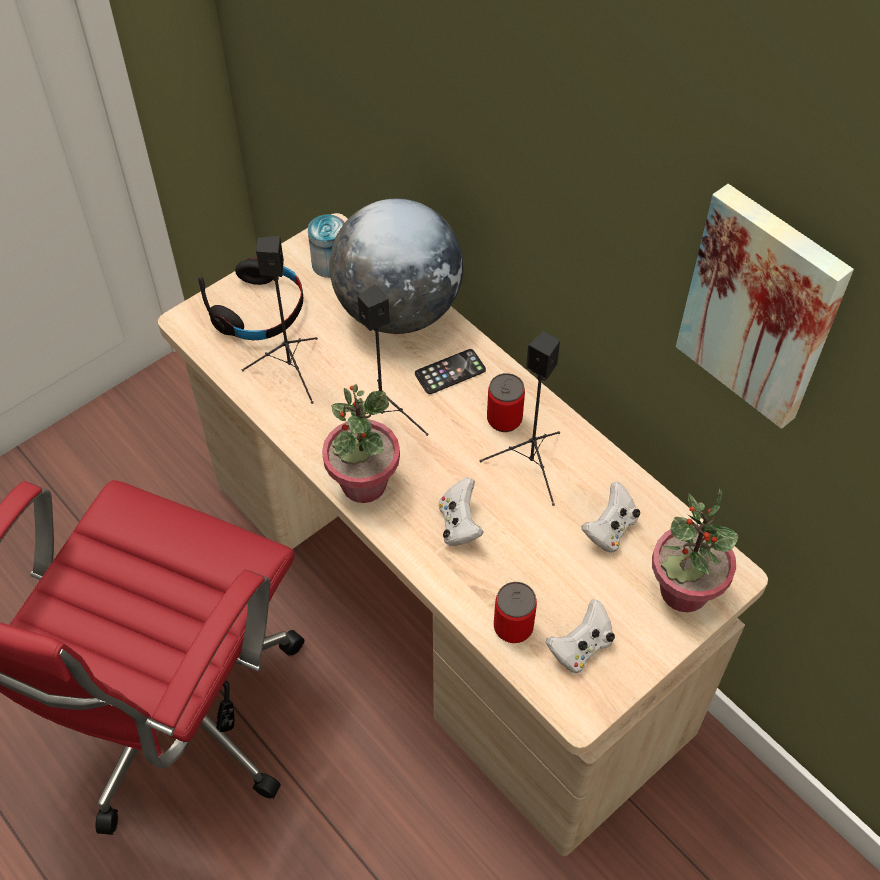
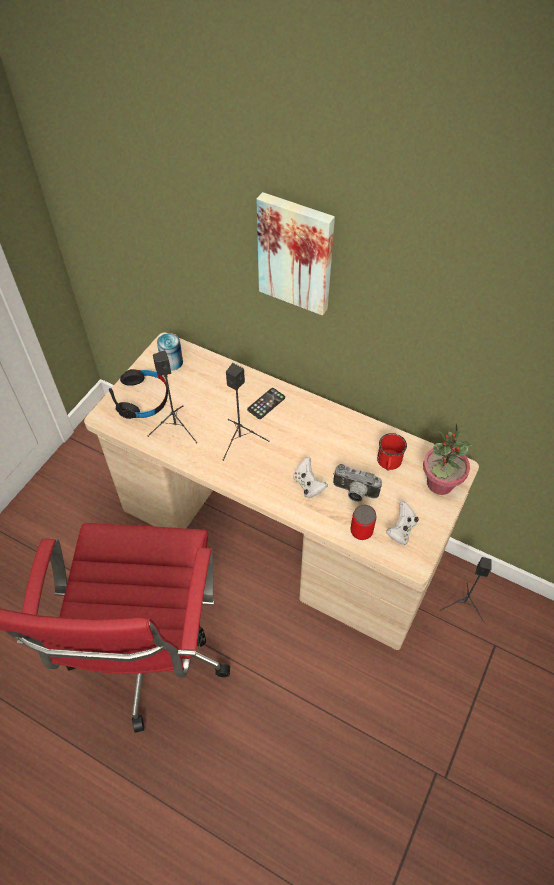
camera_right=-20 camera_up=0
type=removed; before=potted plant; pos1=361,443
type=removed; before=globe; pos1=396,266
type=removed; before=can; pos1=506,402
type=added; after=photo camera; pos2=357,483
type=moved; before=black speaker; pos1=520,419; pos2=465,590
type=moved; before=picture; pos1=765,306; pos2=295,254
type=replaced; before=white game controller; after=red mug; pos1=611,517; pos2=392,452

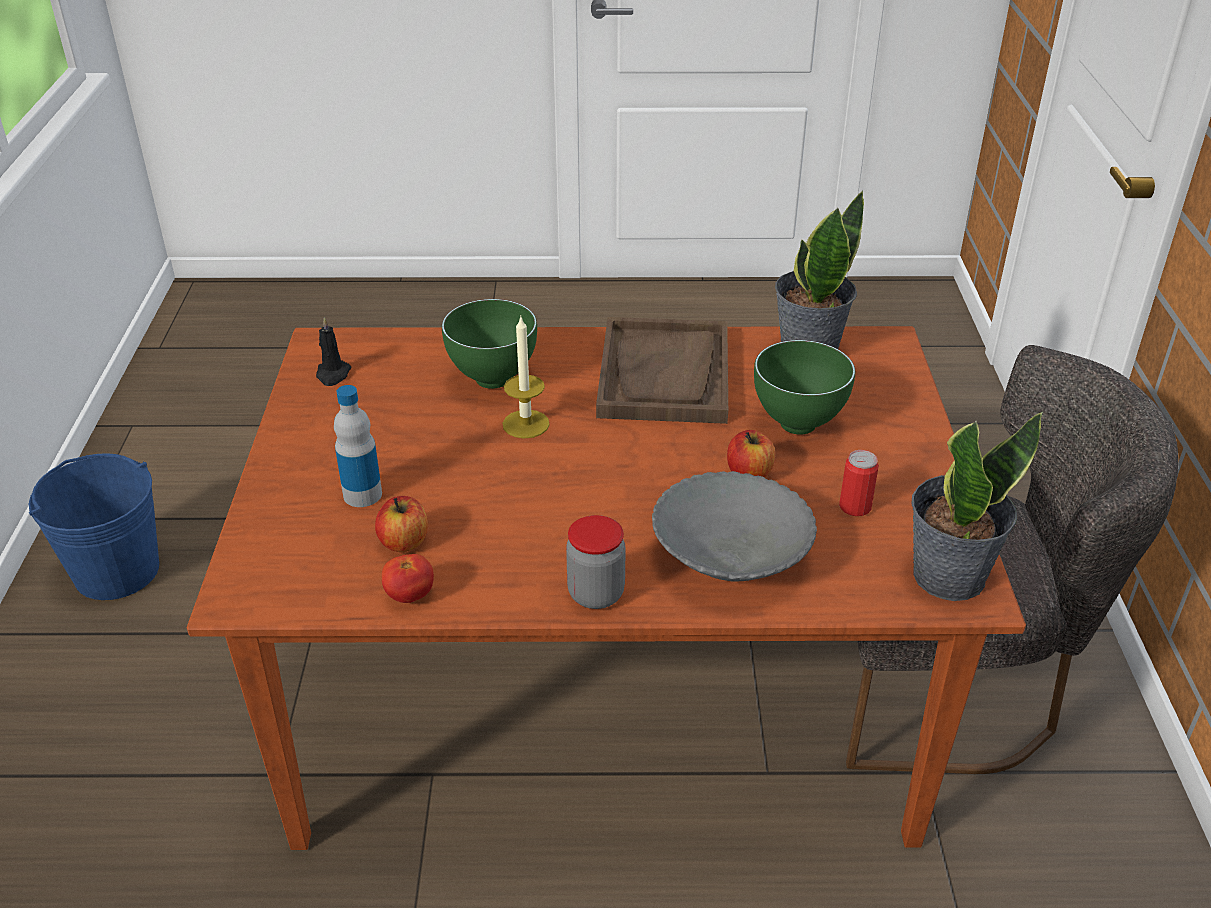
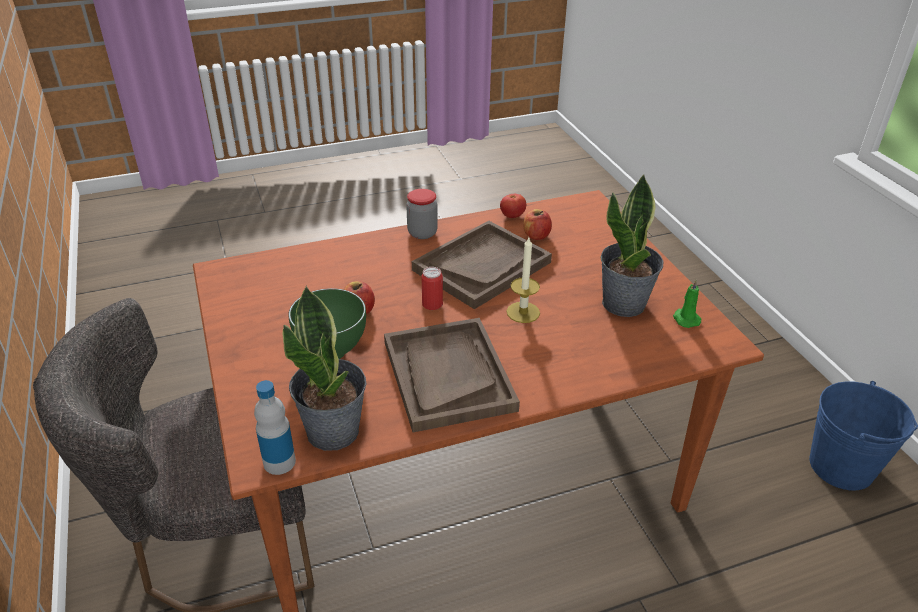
camera_right=160 camera_up=0
type=removed; before=green bowl; pos1=489,344
type=removed; before=grey bowl; pos1=734,526
type=added; after=brown tray; pos2=482,265
type=moved; before=bottle; pos1=358,446; pos2=275,427
type=moved; before=can; pos1=859,483; pos2=432,288
type=moved; before=potted plant; pos1=977,506; pos2=632,246
type=recoloured; before=black candle; after=green candle; pos1=333,351; pos2=687,304

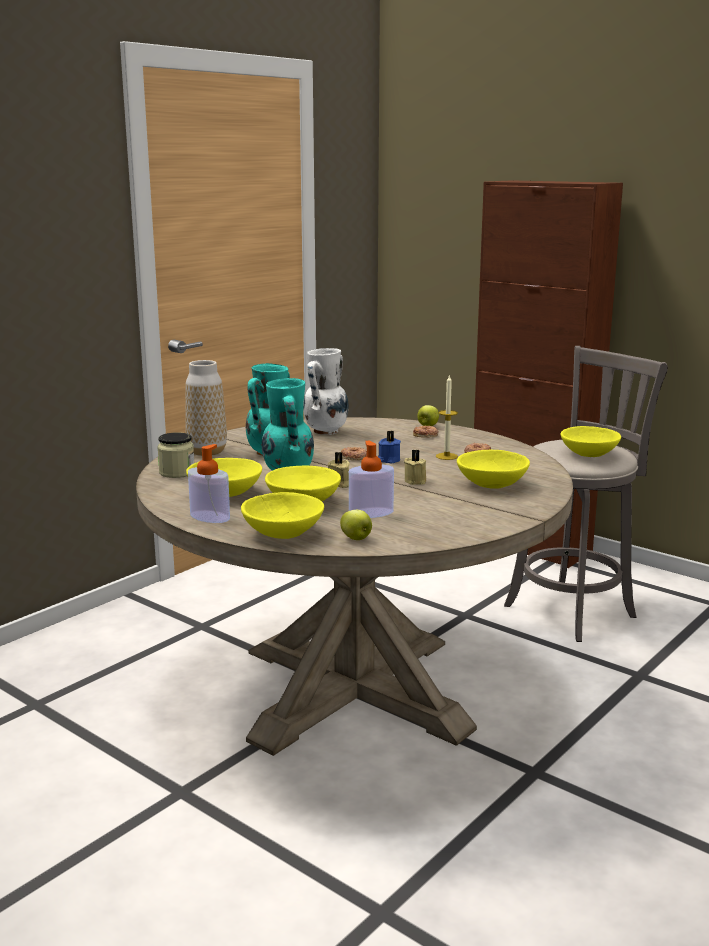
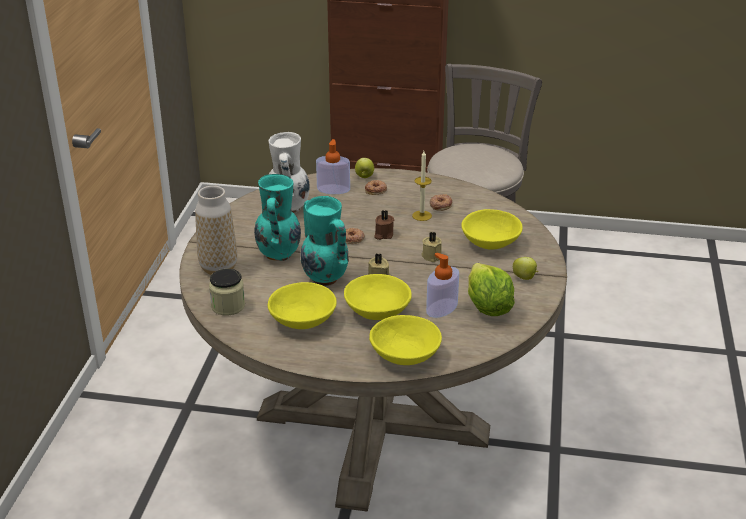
camera_right=-30 camera_up=15
type=removed; before=yellow bowl; pos1=591,441
type=added; after=lettuce; pos2=491,289
type=moved; before=soap dispenser; pos1=209,483; pos2=333,166
type=moved; before=apple; pos1=356,525; pos2=526,268
type=recoloured; before=blue candle; after=brown candle; pos1=389,447; pos2=384,225

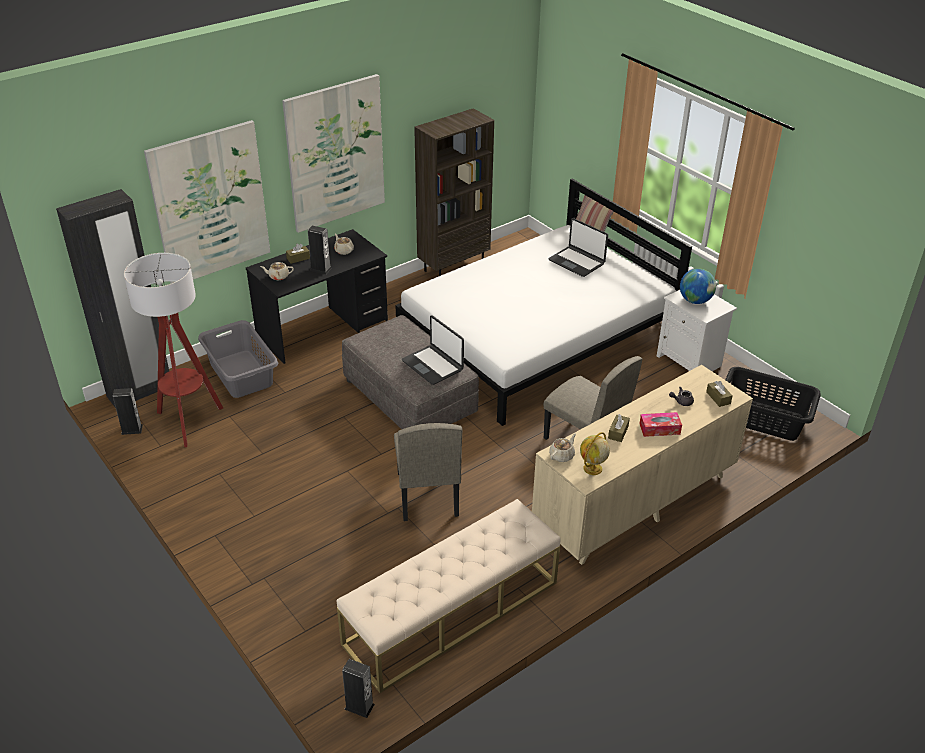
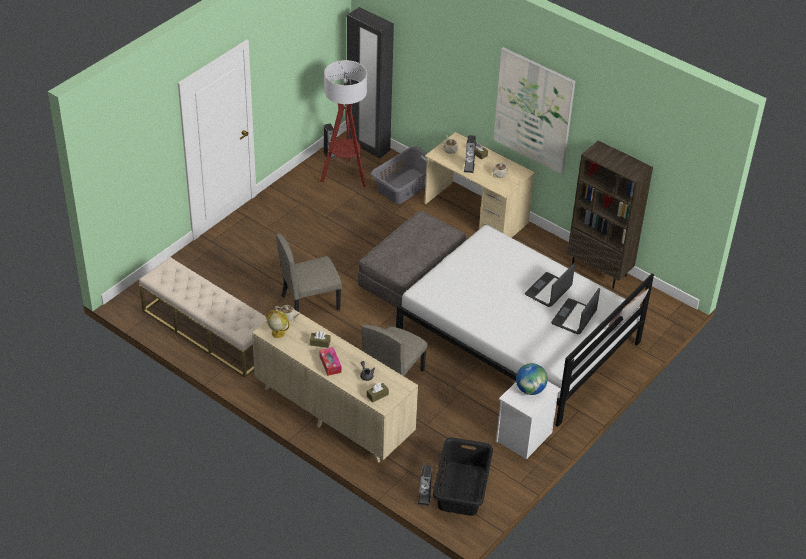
camera_right=75 camera_up=5
type=removed; before=picture; pos1=207,202
type=moved; before=speaker; pos1=358,688; pos2=425,485
type=moved; before=laptop; pos1=433,350; pos2=550,285
type=recoloured; before=black desk; after=beige desk; pos1=317,296; pos2=479,185

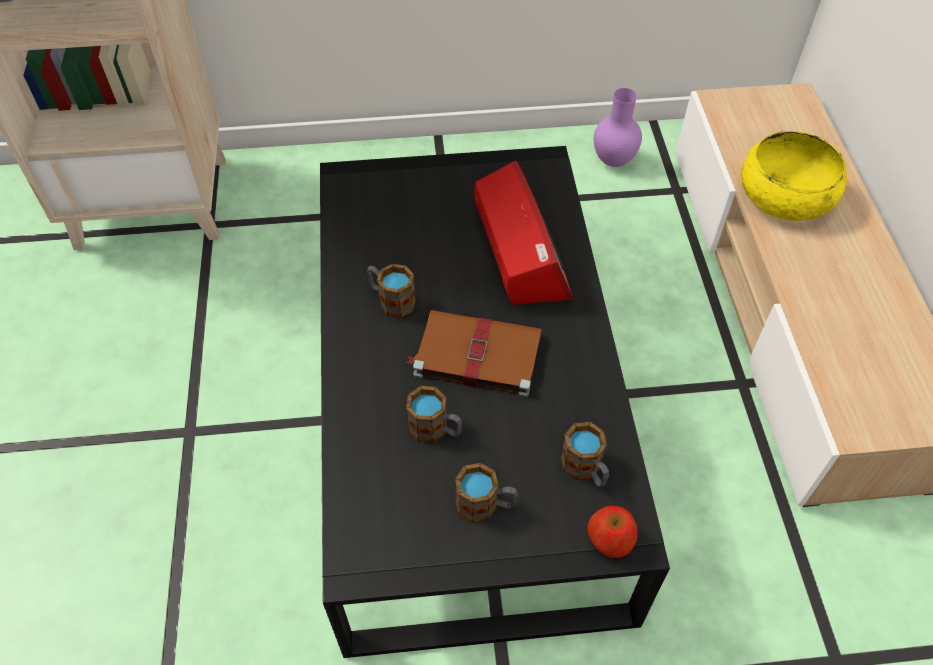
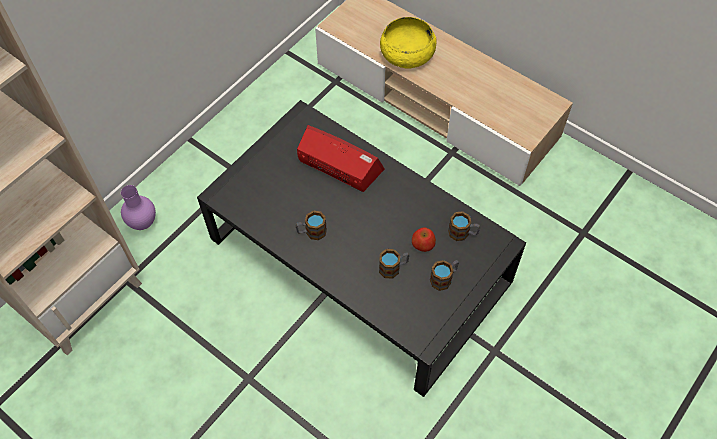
camera_right=-45 camera_up=5
type=removed; before=brown book; pos1=474,353
type=moved; before=apple; pos1=613,532; pos2=424,239
type=moved; before=purple vase; pos1=618,127; pos2=138,207

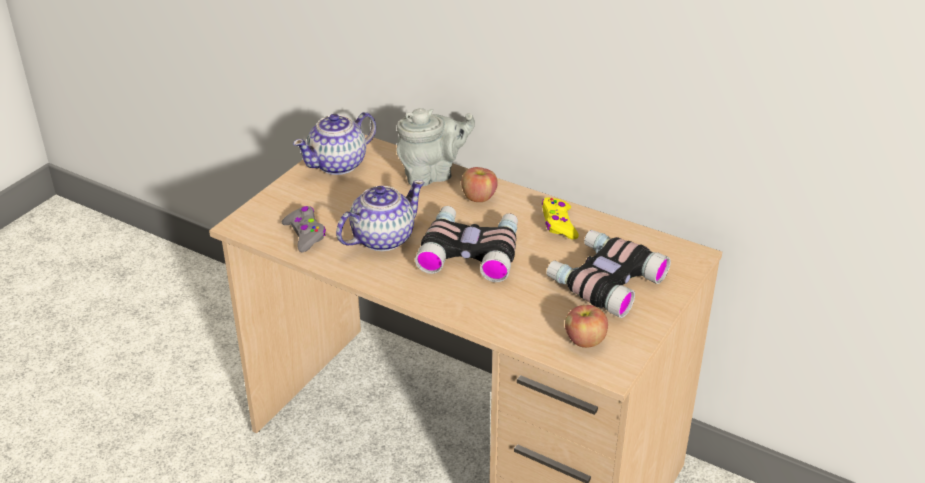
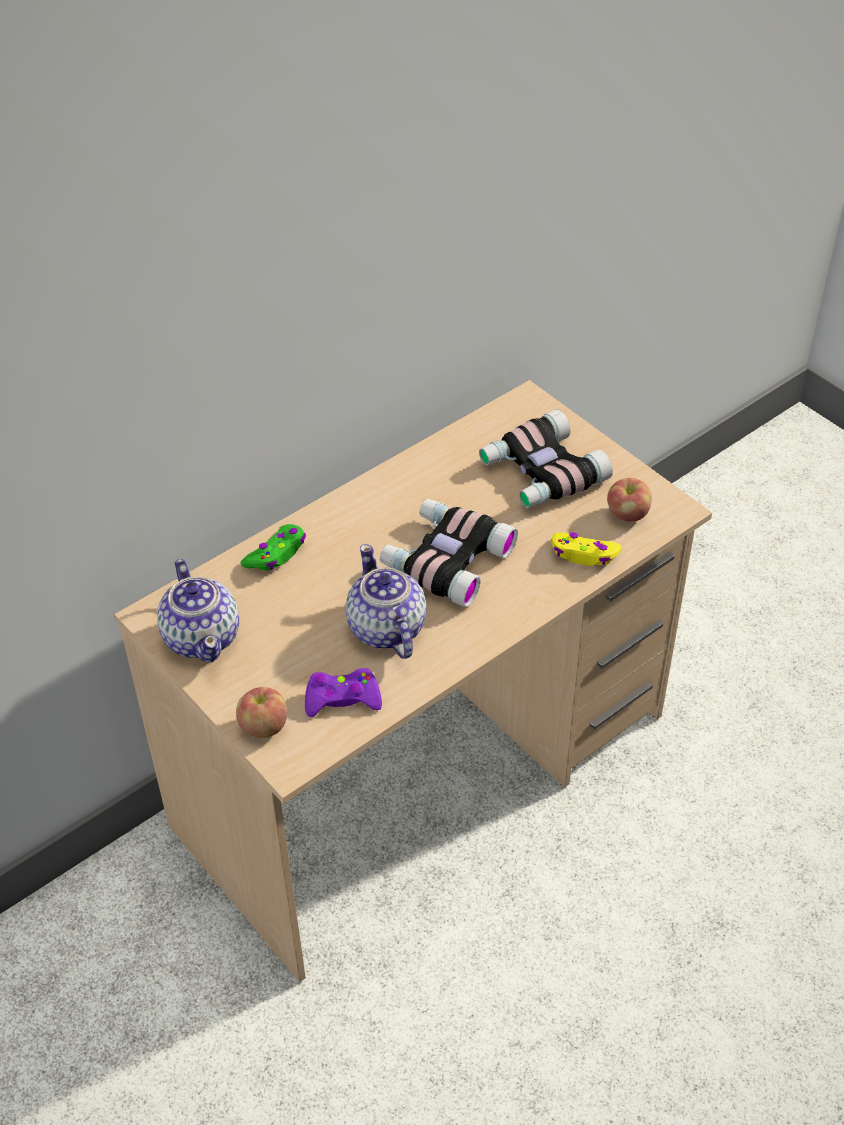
camera_right=-70 camera_up=10
type=moved; before=apple; pos1=479,184; pos2=261,712
type=moved; before=yellow game controller; pos1=560,218; pos2=587,549
type=replaced; before=grey teapot; after=green game controller; pos1=435,147; pos2=273,547
type=recoloured; before=grey game controller; after=purple game controller; pos1=304,229; pos2=343,692

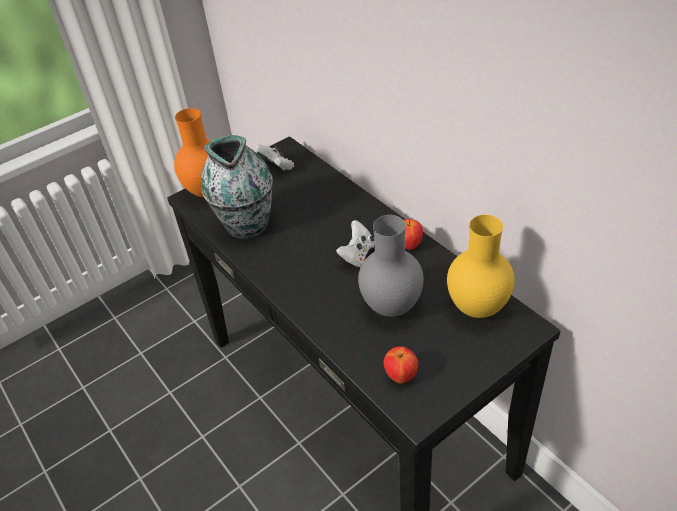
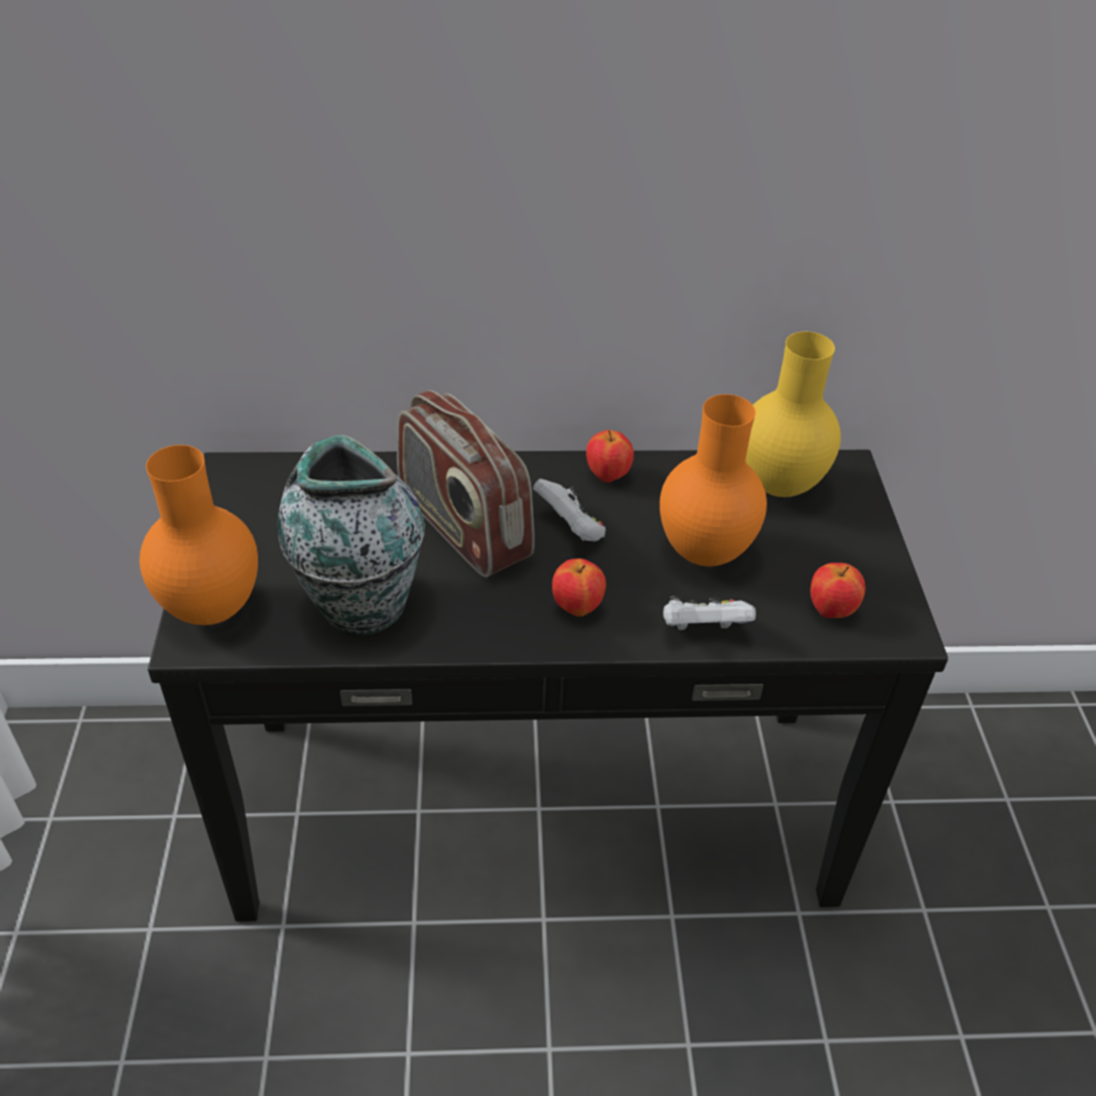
camera_right=-60 camera_up=0
type=added; after=radio; pos2=466,484
type=added; after=apple; pos2=579,587
type=moved; before=white game controller; pos1=274,158; pos2=709,613
type=recoloured; before=grey vase; after=orange vase; pos1=391,266; pos2=713,480

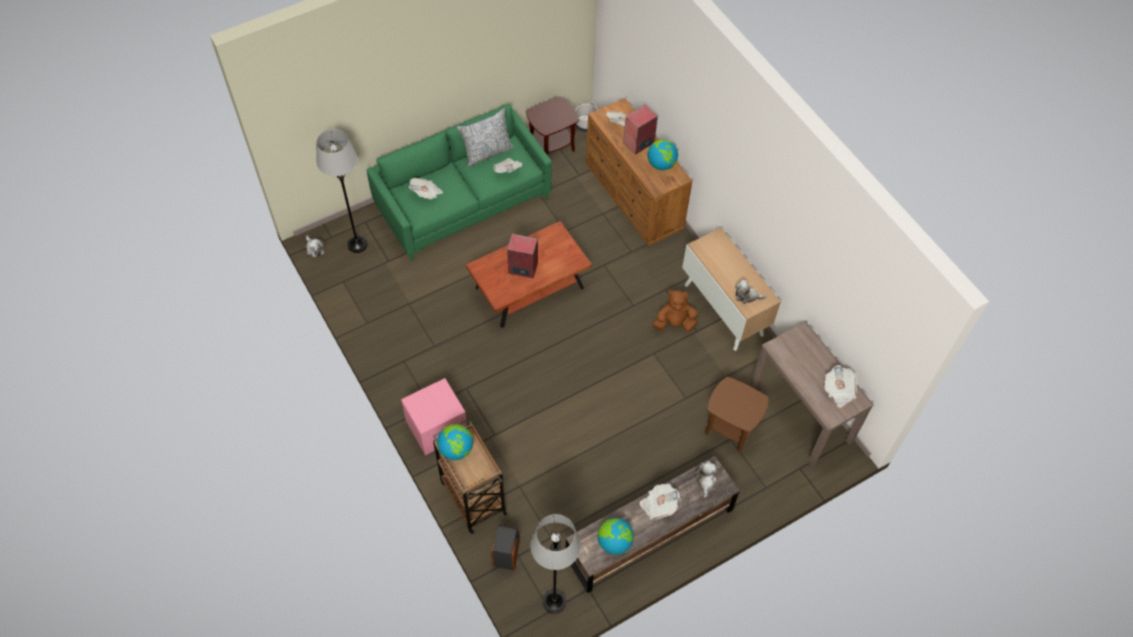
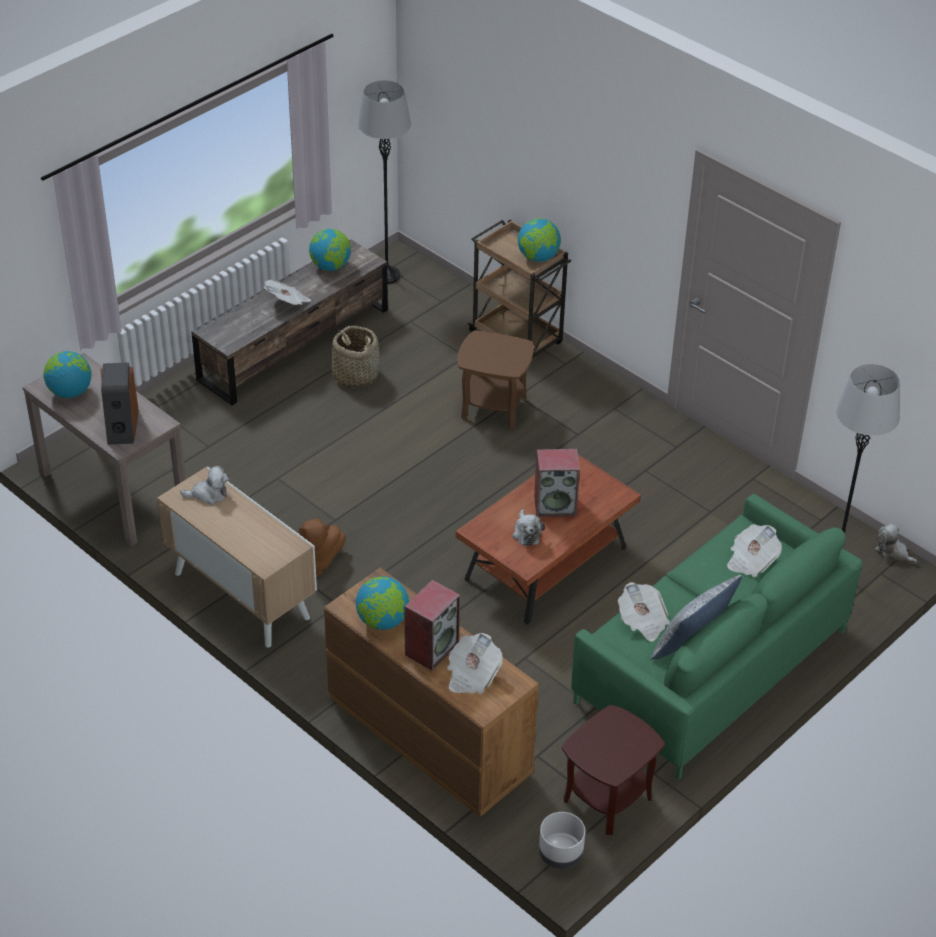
camera_right=165 camera_up=-15
type=removed; before=pink nightstand; pos1=434,416
type=added; after=basket; pos2=355,357
type=moved; before=speaker; pos1=505,548; pos2=119,403
type=moved; before=plush toy; pos1=706,479; pos2=528,527
type=moved; before=brown side table; pos1=736,414; pos2=495,380
type=replaced; before=newspaper; after=globe; pos1=840,386; pos2=67,374

